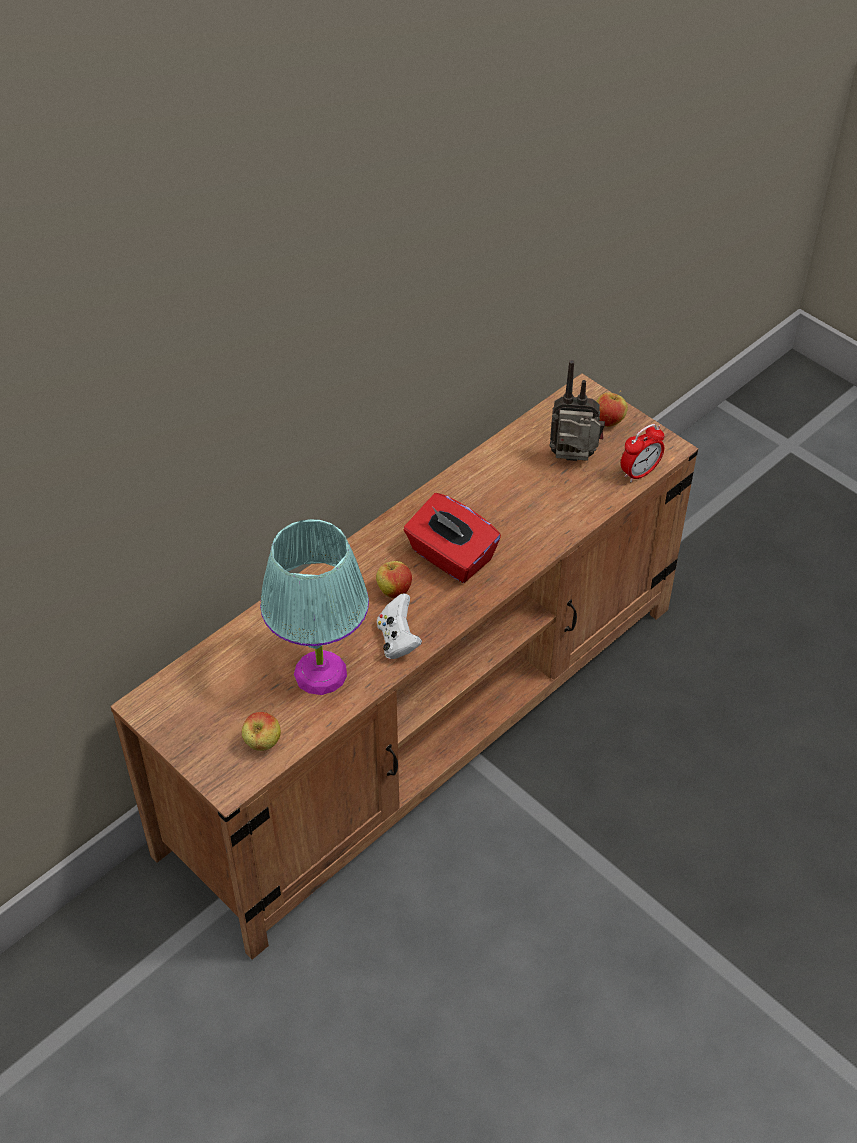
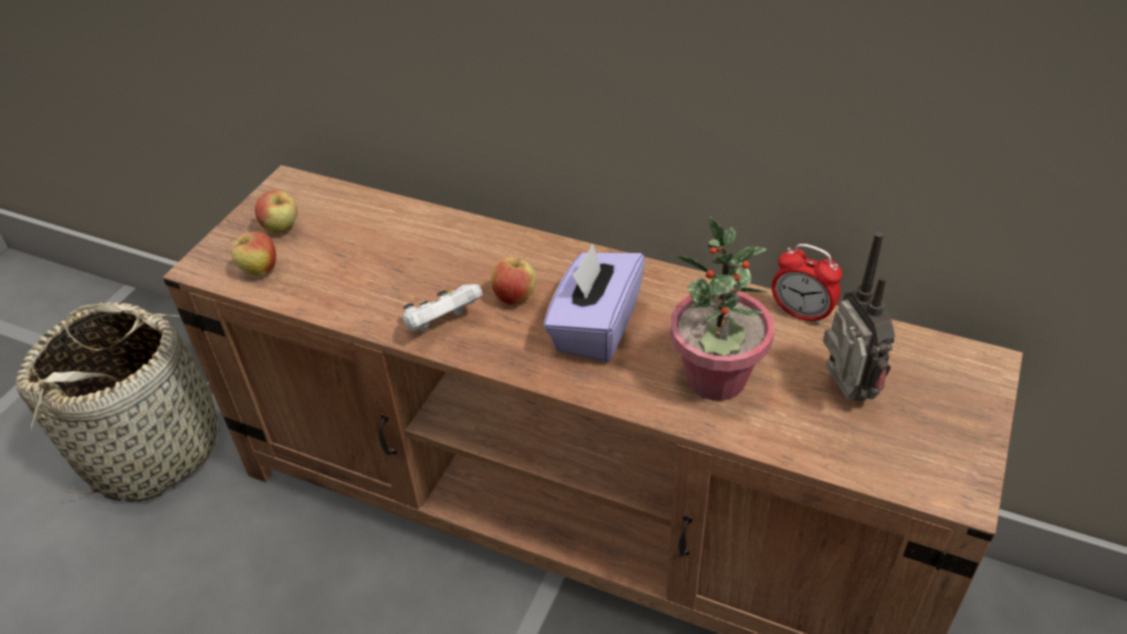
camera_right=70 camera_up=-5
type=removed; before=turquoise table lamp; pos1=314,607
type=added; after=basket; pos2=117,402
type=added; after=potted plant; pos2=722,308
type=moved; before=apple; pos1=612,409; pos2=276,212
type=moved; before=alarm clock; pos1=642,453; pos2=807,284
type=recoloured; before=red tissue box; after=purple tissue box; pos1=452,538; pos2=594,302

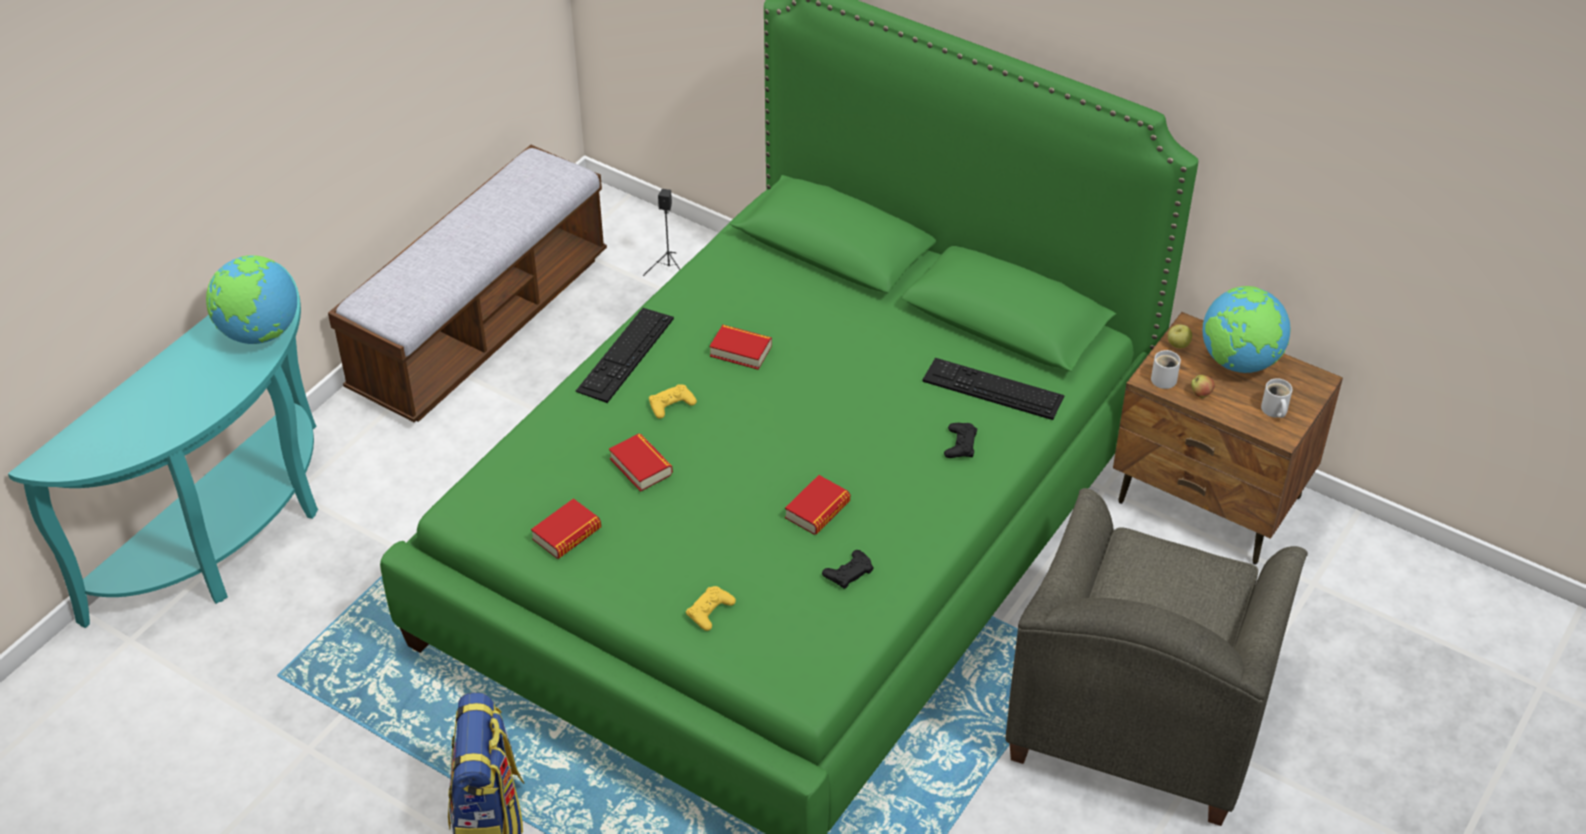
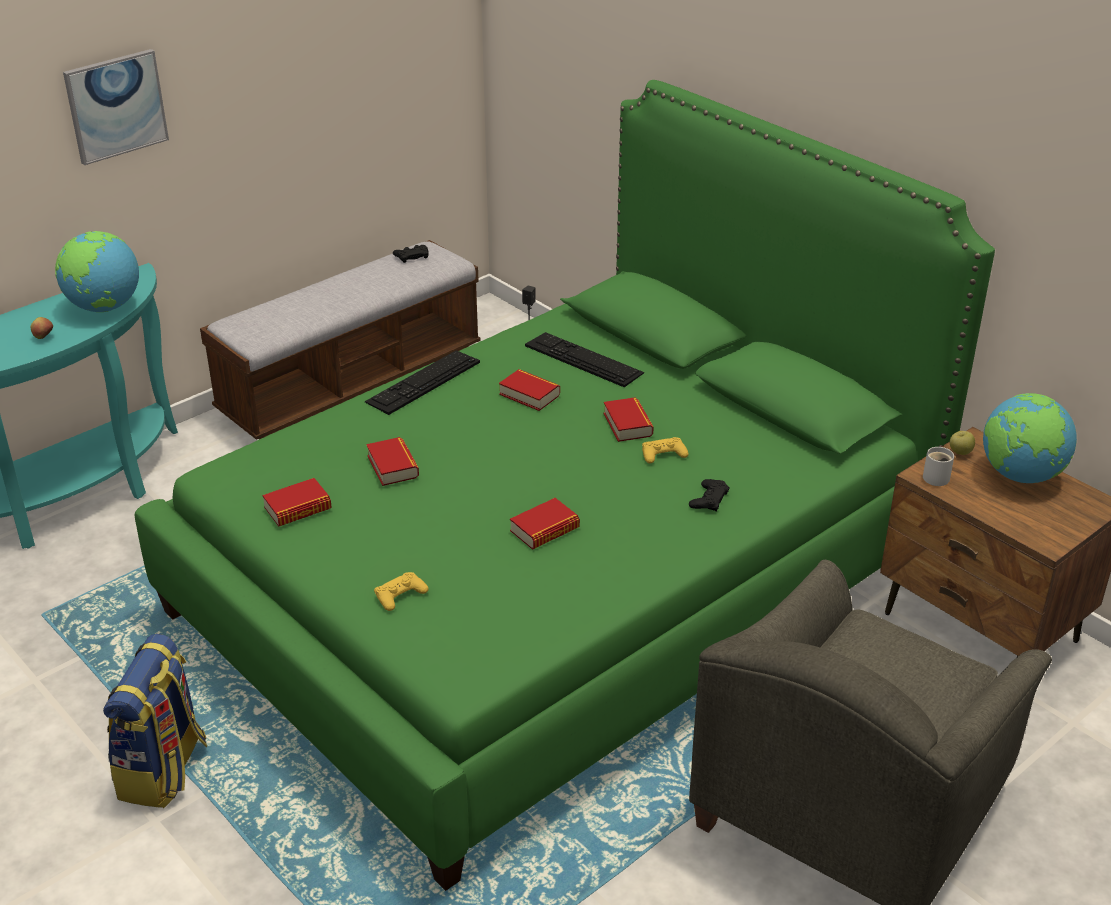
camera_right=15 camera_up=-10
type=removed; before=white mug; pos1=1276,398
type=added; after=picture; pos2=116,107
type=added; after=book; pos2=628,419
type=moved; before=yellow game controller; pos1=673,401; pos2=665,450
type=moved; before=black game controller; pos1=848,569; pos2=410,254
type=moved; before=keyboard; pos1=993,389; pos2=584,359
type=moved; before=apple; pos1=1203,386; pos2=42,328

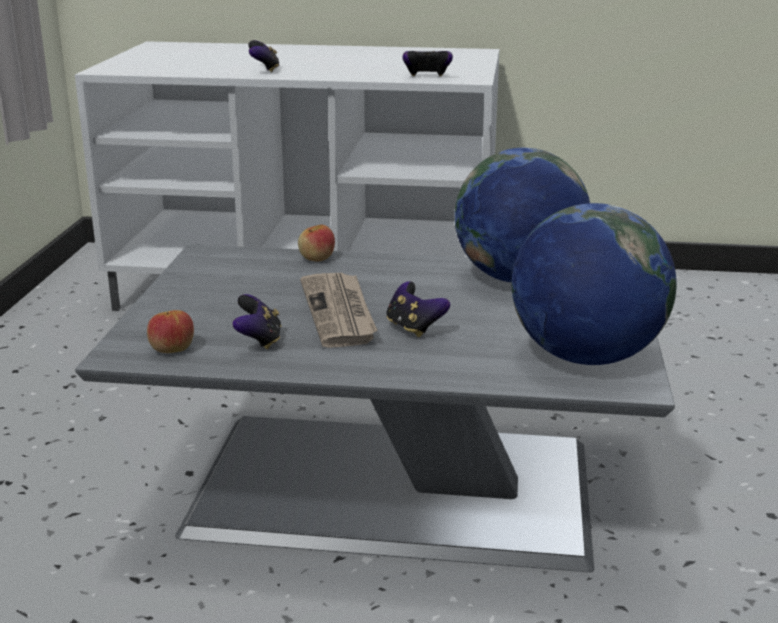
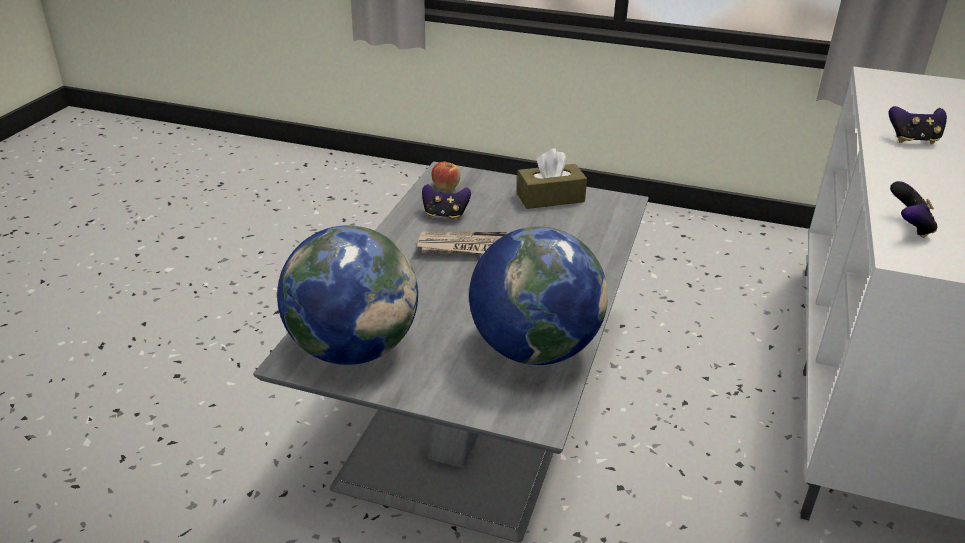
camera_right=100 camera_up=10
type=removed; before=apple; pos1=316,243
type=removed; before=game controller; pos1=418,309
type=added; after=brown tissue box; pos2=552,178

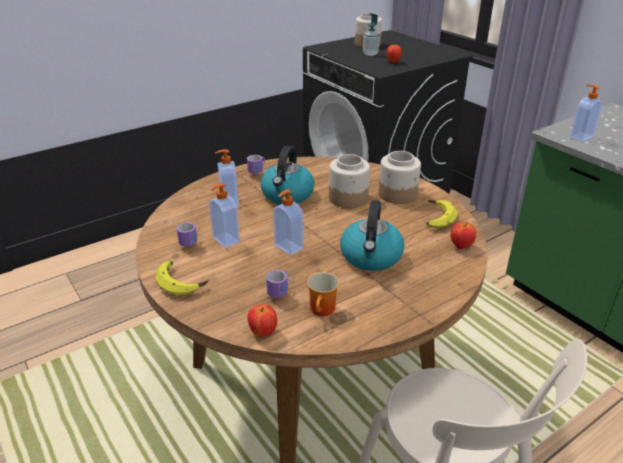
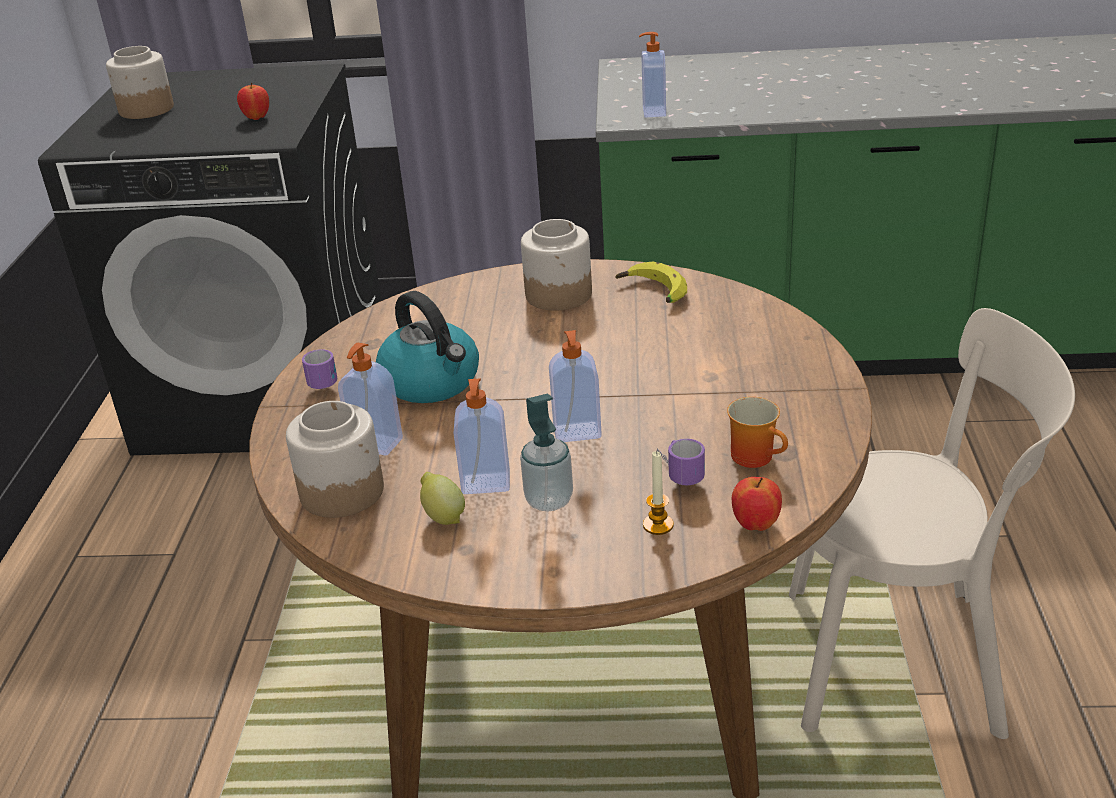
camera_right=-50 camera_up=0
type=removed; before=banana; pos1=182,278
type=removed; before=kettle; pos1=372,235
type=removed; before=apple; pos1=463,235
type=added; after=candle; pos2=658,493
type=moved; before=jar; pos1=349,181; pos2=335,459
type=moved; before=soap dispenser; pos1=371,34; pos2=546,452
type=replaced; before=mug; after=lemon; pos1=188,234; pos2=442,498

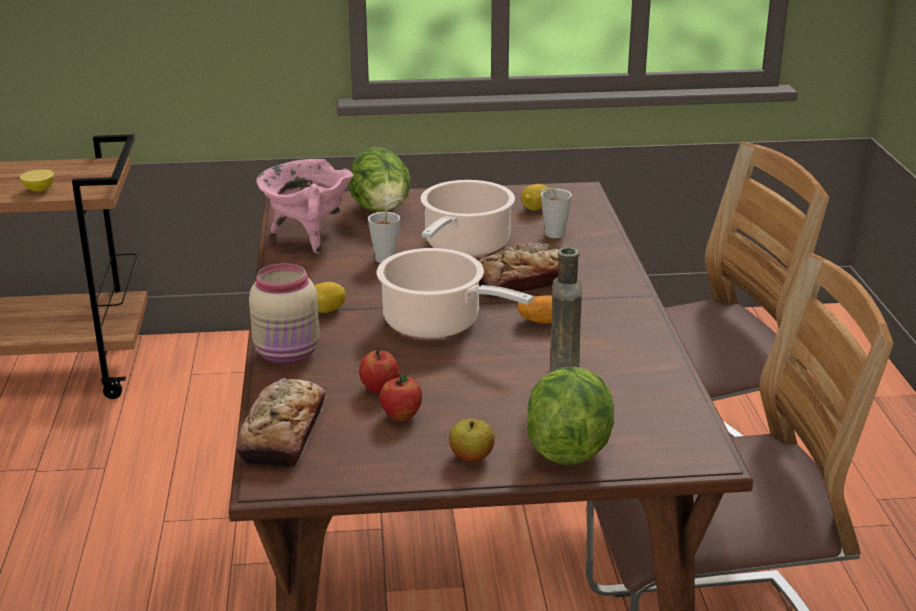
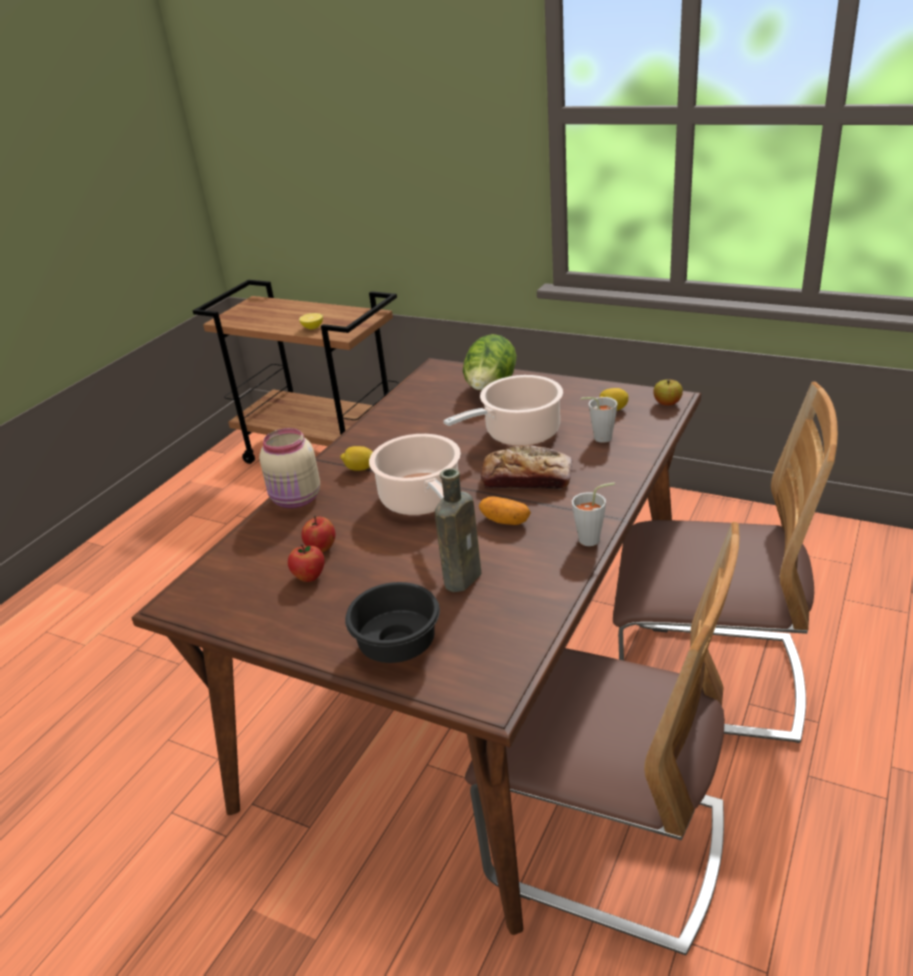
camera_right=35 camera_up=5
type=removed; before=bread; pos1=280,423
type=removed; before=pink cooking pot; pos1=304,206
type=moved; before=grey cup; pos1=385,230; pos2=593,514
type=moved; before=apple; pos1=472,440; pos2=668,392
type=replaced; before=lettuce; after=black bowl; pos1=570,416; pos2=392,622

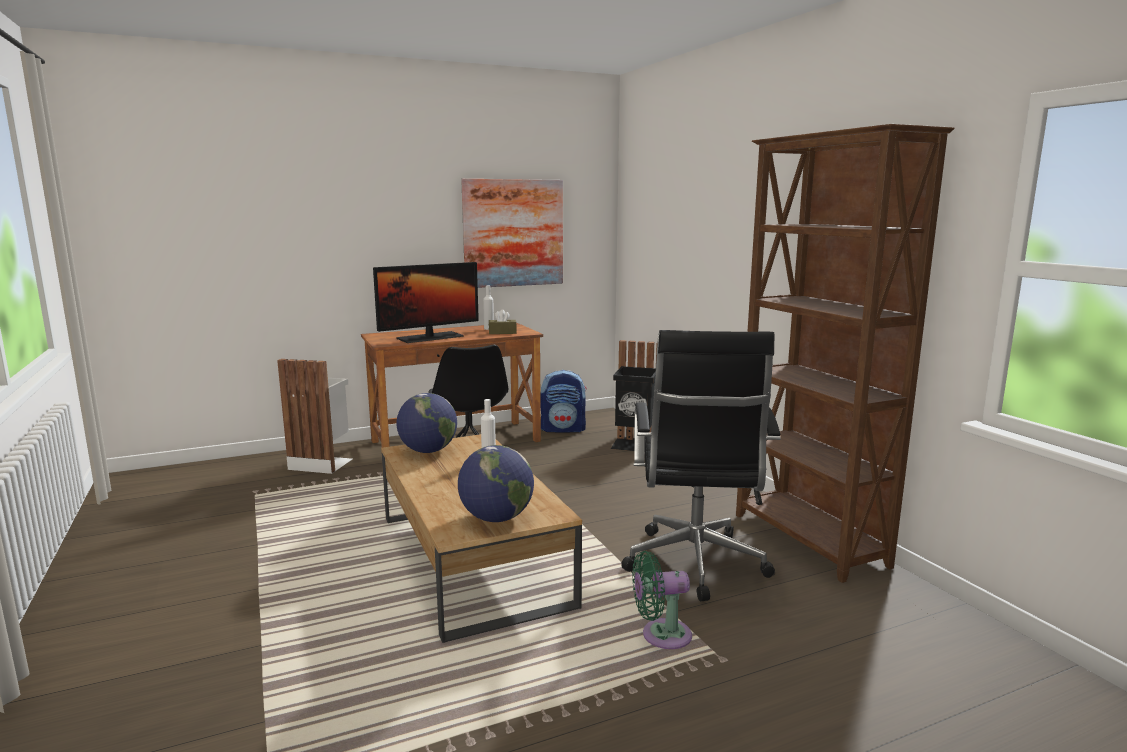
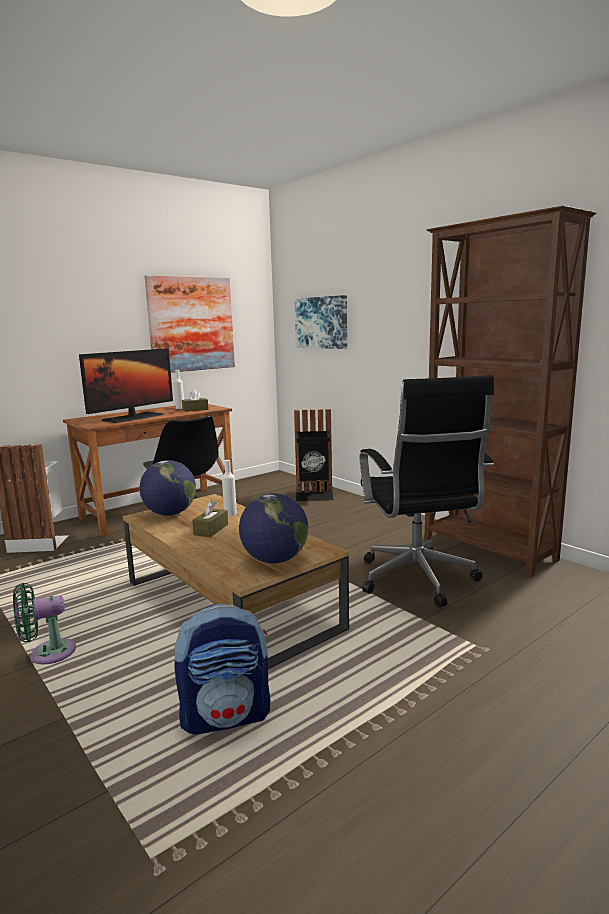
camera_right=-15 camera_up=0
type=added; after=brown tissue box; pos2=210,518
type=added; after=picture; pos2=320,322
type=moved; before=backpack; pos1=563,401; pos2=222,669
type=moved; before=green fan; pos1=662,600; pos2=44,624

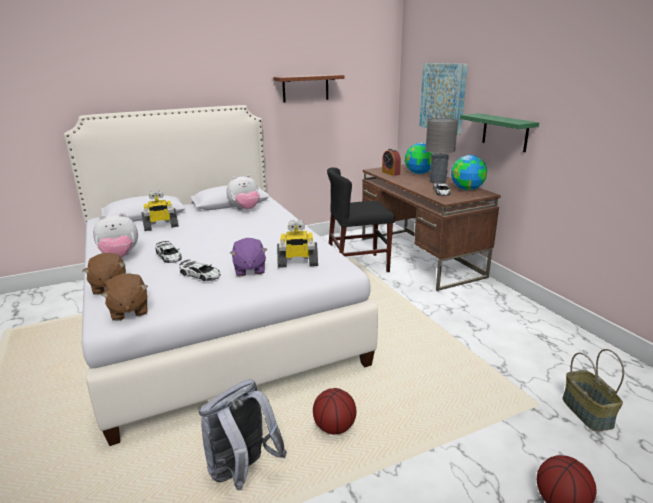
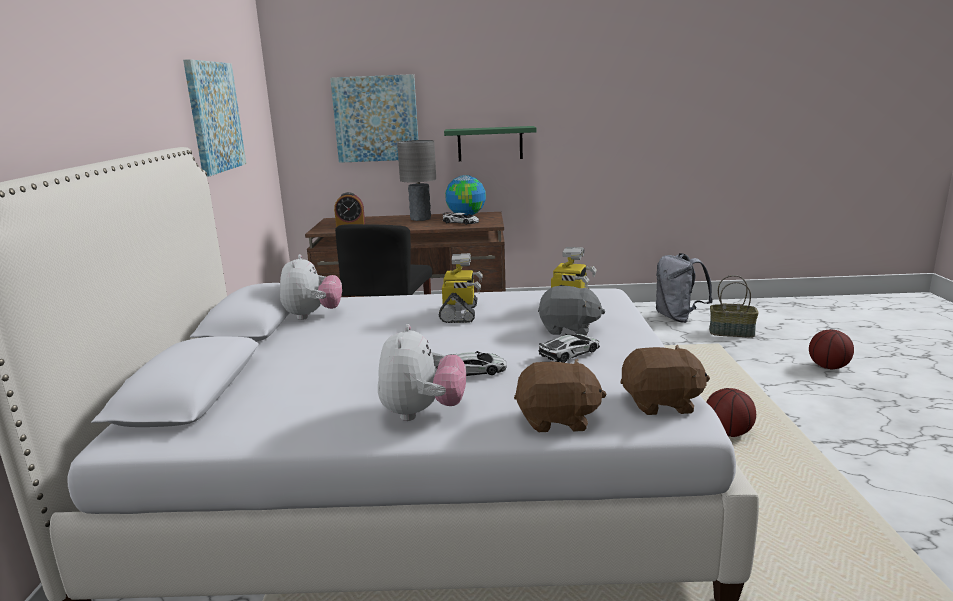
camera_right=-65 camera_up=-5
type=removed; before=globe; pos1=419,158
type=moved; before=toy robot; pos1=160,210; pos2=461,288
type=moved; before=grey backpack; pos1=243,434; pos2=684,288
type=replaced; before=brown shelf; after=picture; pos1=309,88; pos2=214,118
type=recoloured; before=purple plush toy; after=grey plush toy; pos1=248,257; pos2=571,311

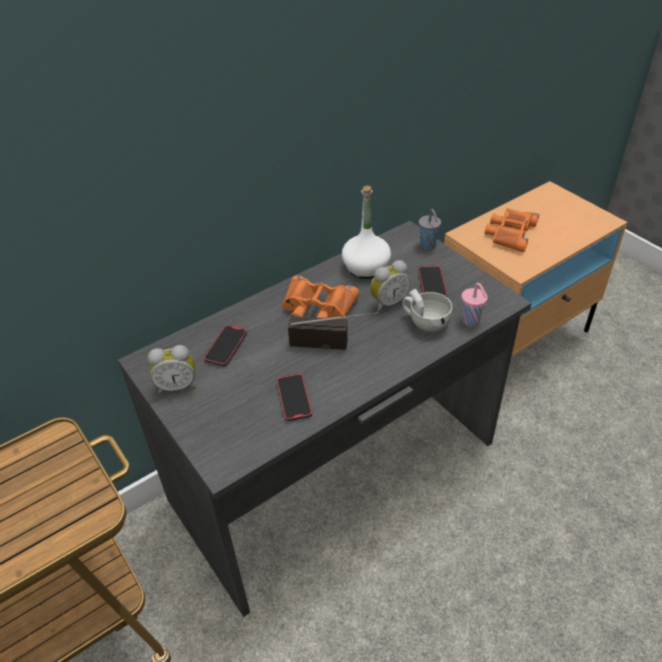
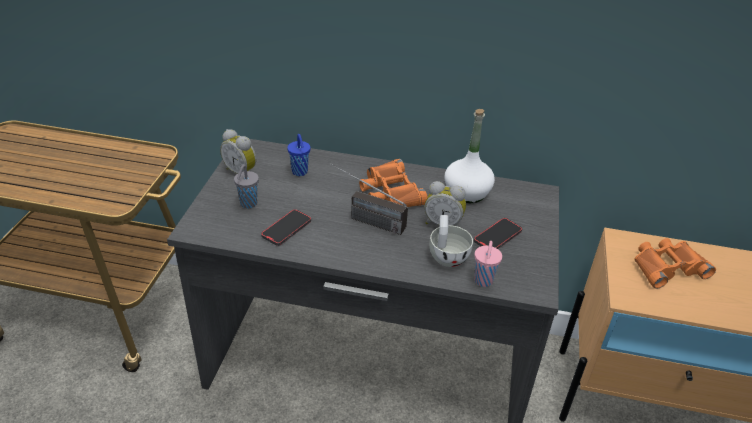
camera_right=45 camera_up=-5
type=moved; before=grey cup; pos1=430,229; pos2=246,186
type=replaced; before=phone; after=blue cup; pos1=225,345; pos2=298,155
type=turned; before=radio; pos1=333,331; pos2=369,199; turn=150

